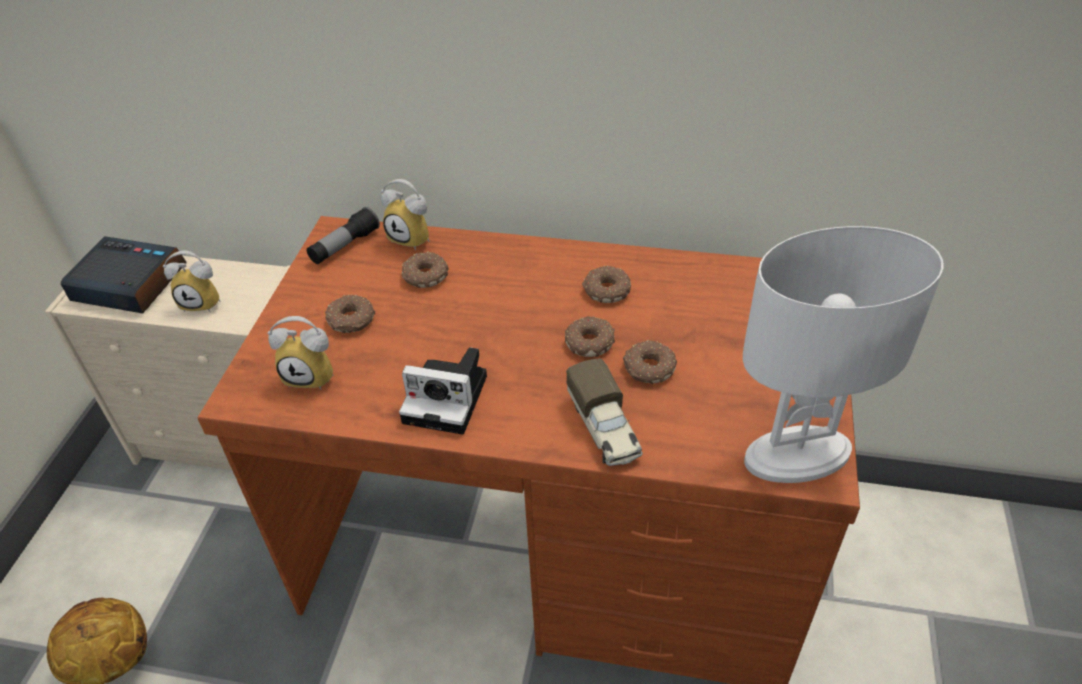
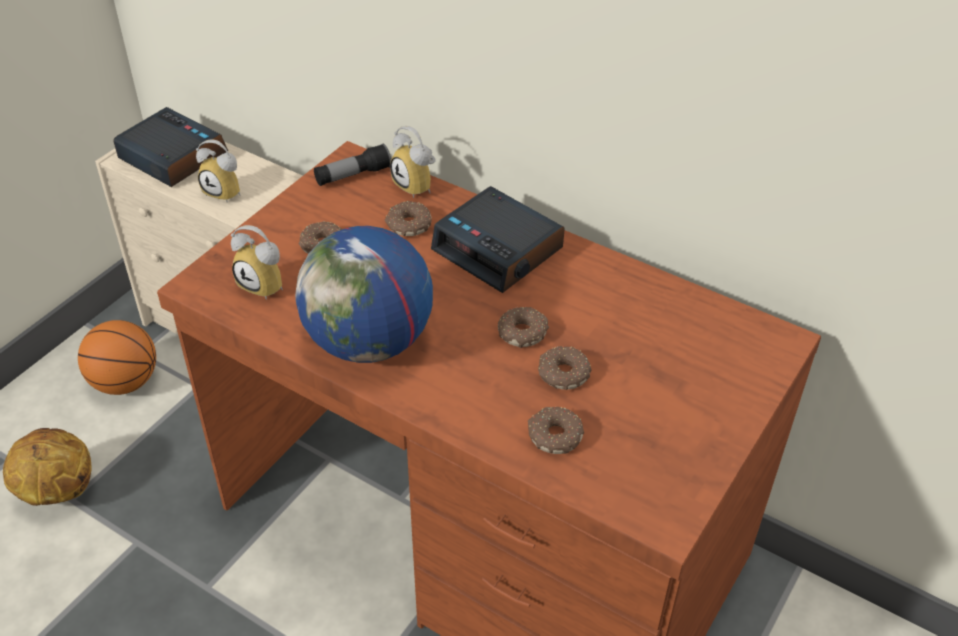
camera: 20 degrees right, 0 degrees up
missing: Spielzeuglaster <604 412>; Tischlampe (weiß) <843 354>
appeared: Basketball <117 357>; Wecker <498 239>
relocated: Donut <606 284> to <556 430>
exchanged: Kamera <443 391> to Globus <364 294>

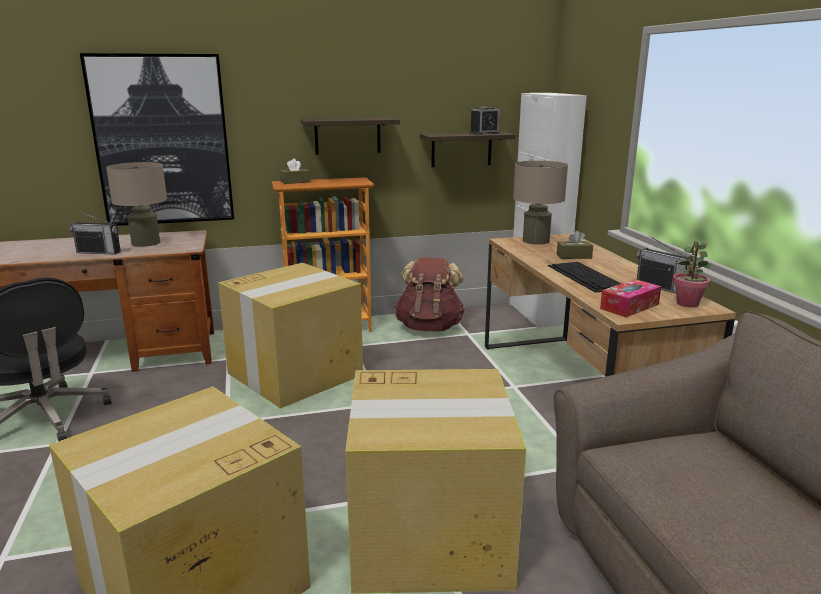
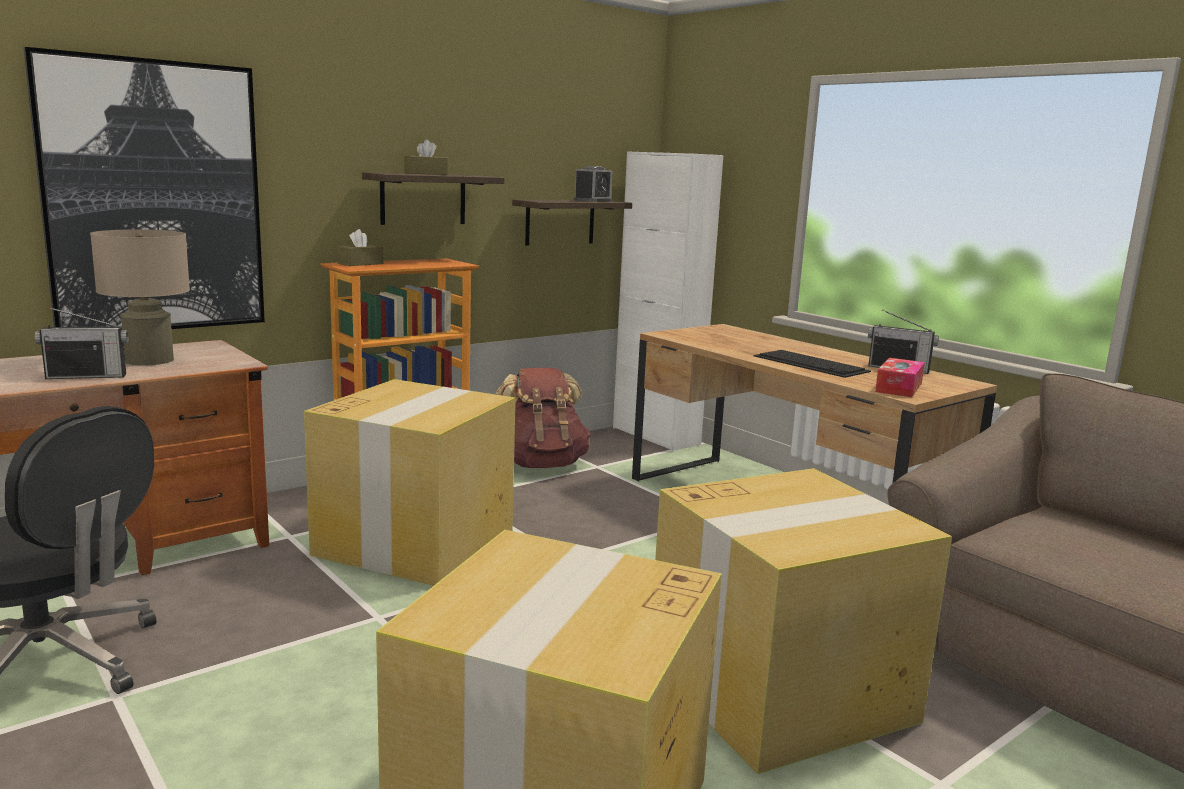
camera: 25 degrees left, 5 degrees down
missing: Tischlampe (beige) <540 203>; Topfpflanze <692 274>
relocated: Taschentuchbox (braun) <575 244> to <426 157>

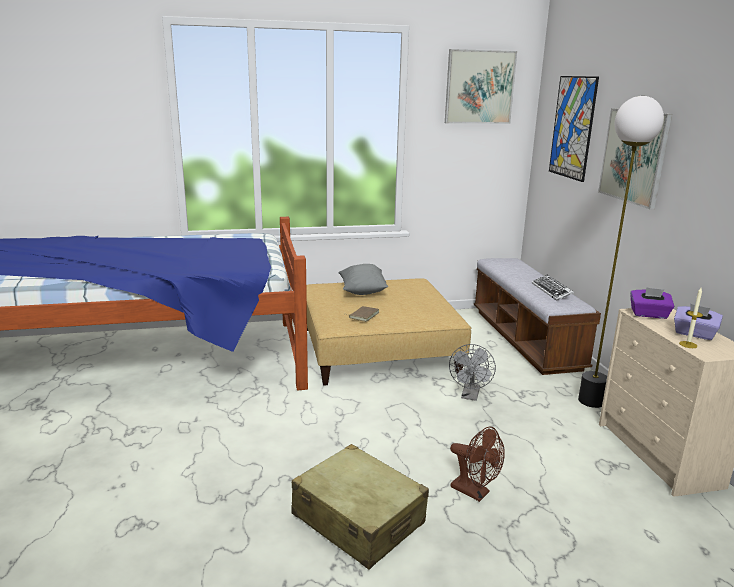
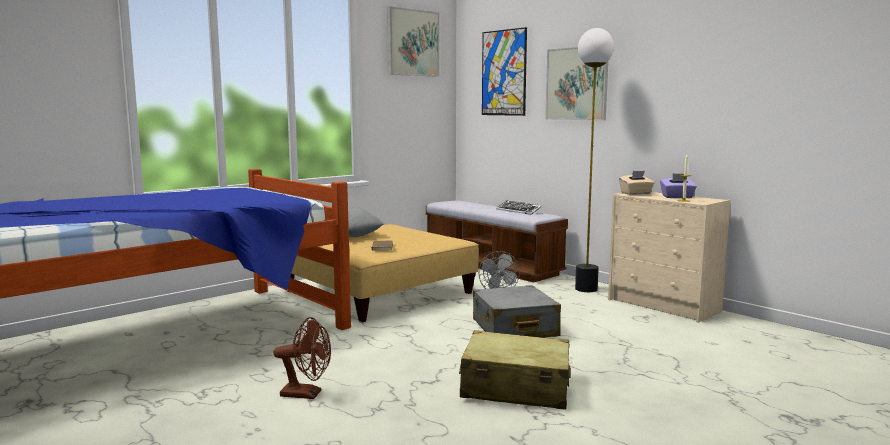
camera: 30 degrees left, 10 degrees down
appeared: Koffer (grau) <517 311>
relocated: Ventilator (braun) <477 464> to <302 358>
colour: Taschentuchbox (lila) <652 303> to Taschentuchbox (beige) <636 183>

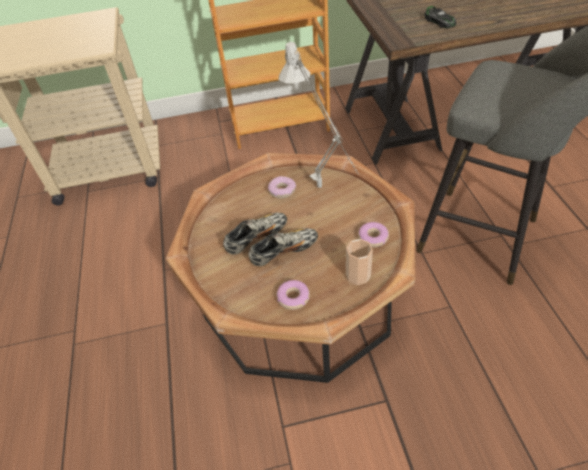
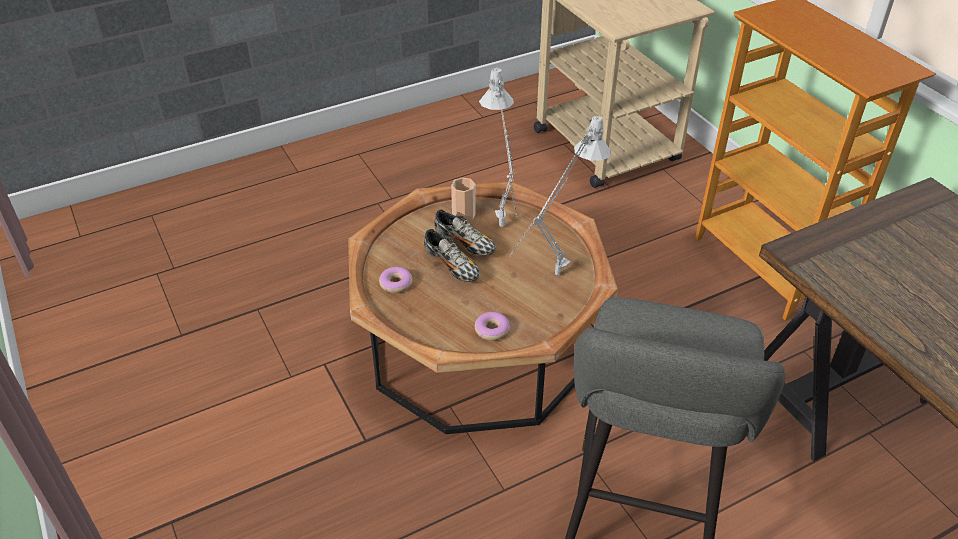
camera: 70 degrees right, 5 degrees down
missing: Donut <282 187>; Spielzeugauto <440 17>
appeared: Tischlampe (grau) <498 147>
relocated: Tasse <359 262> to <463 199>

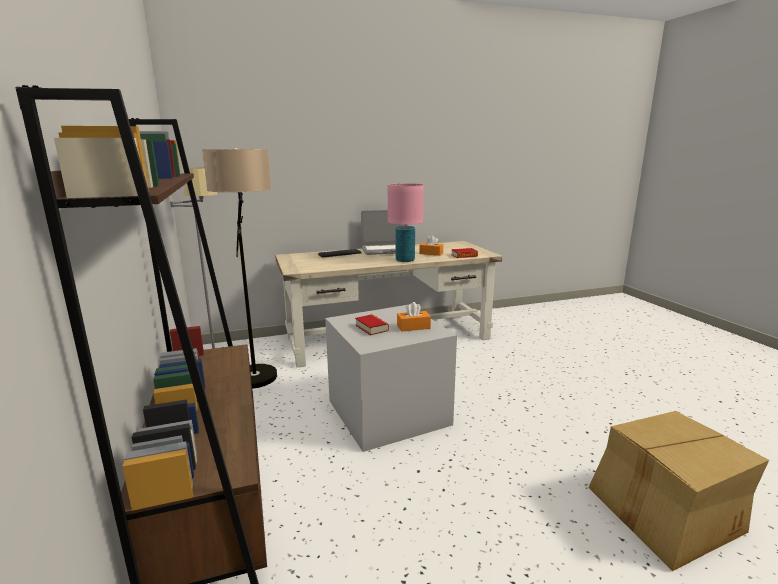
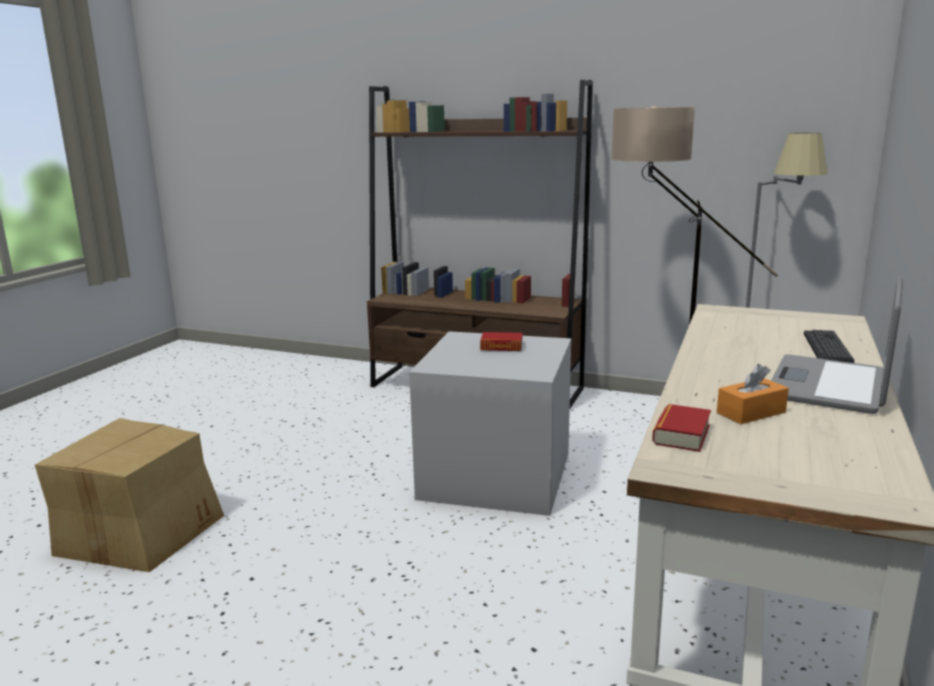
camera: 130 degrees right, 0 degrees up
missing: Tischlampe (rosa) <406 222>; Taschentuchbox (orange) <414 317>

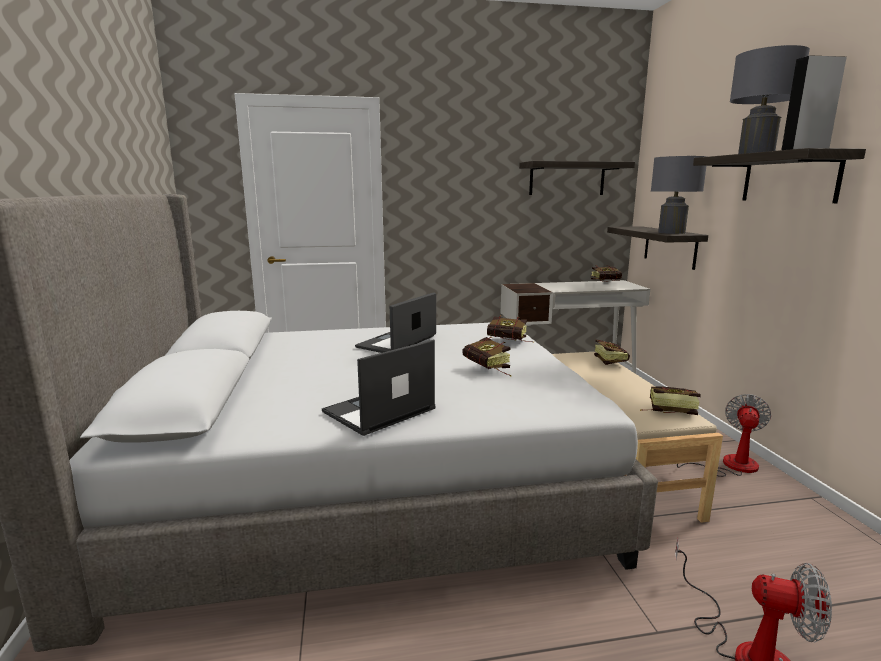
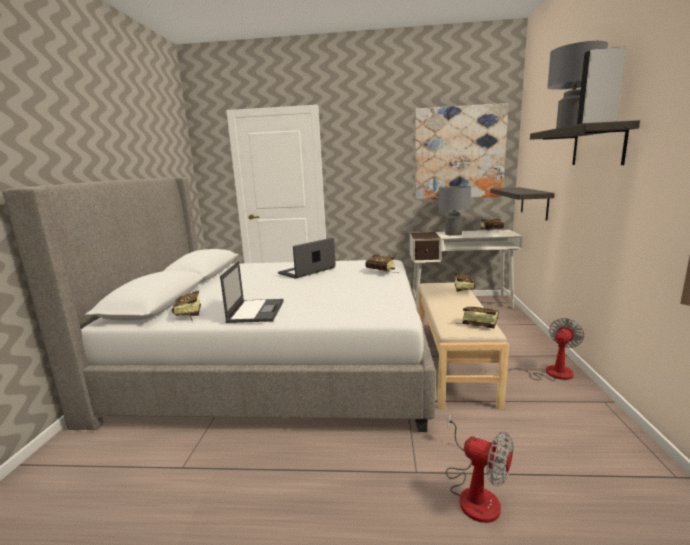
camera: 15 degrees right, 0 degrees up
relocated: Buch <487 356> to <186 306>; Tischlampe (grau) <679 195> to <454 211>
exchanged: Wandregal <577 178> to Bild <461 151>
spun: Laptop <379 387> = <252 292> 120 degrees clockwise

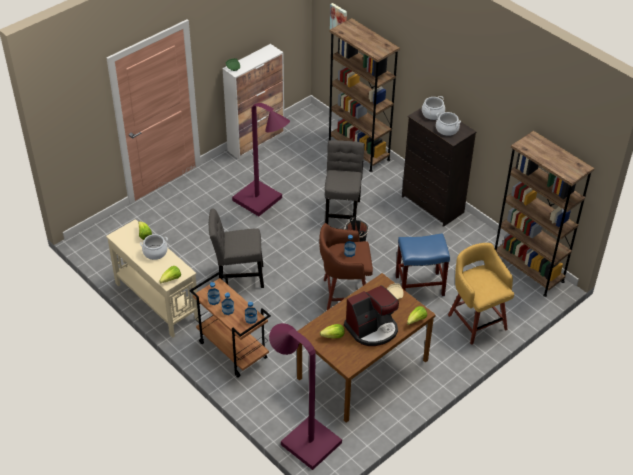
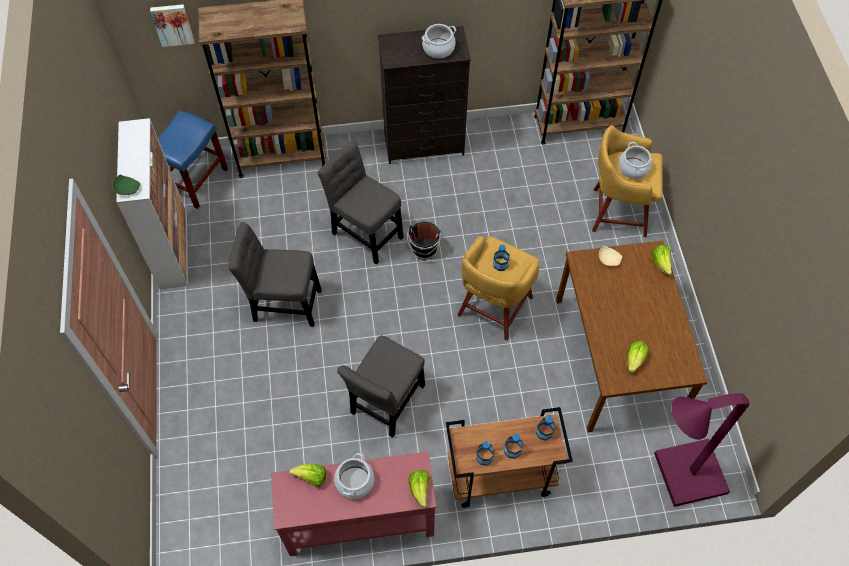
camera: 55 degrees left, 15 degrees up
missing: Kaffeemaschine <371 315>
relocated: Hocker (blau) <422 264> to <193 159>; Kochtopf <433 108> to <635 160>
exchanged: Stehlampe (lila) <261 159> to Stuhl (grau) <275 274>
colour: Konsolentisch (beige) <152 278> to Konsolentisch (rot) <353 504>; Hocker (braun) <346 266> to Hocker (gelb) <498 288>

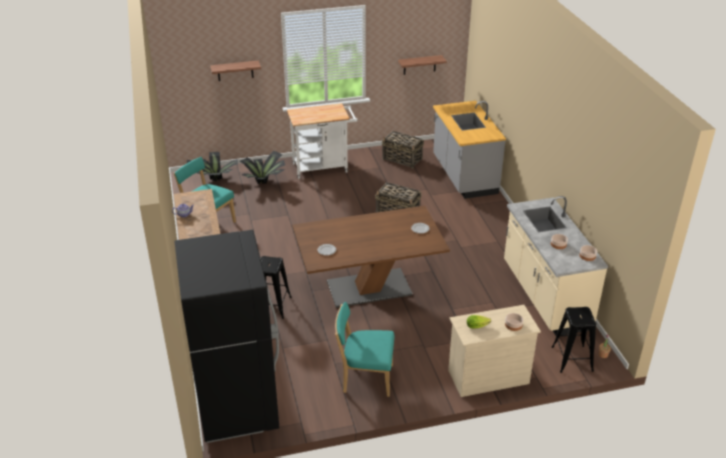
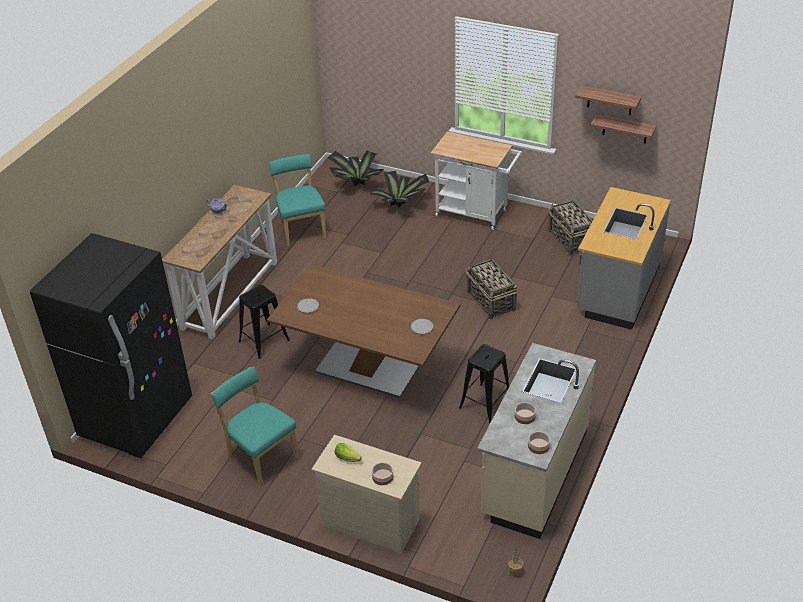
camera: 40 degrees right, 5 degrees up
relocated: Wandregal <235 70> to <608 100>; Hocker (schwarz) <574 340> to <484 383>

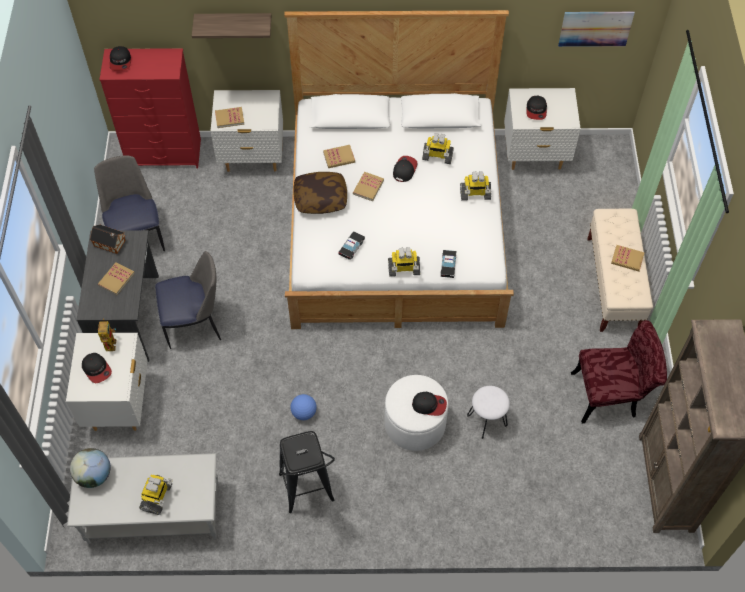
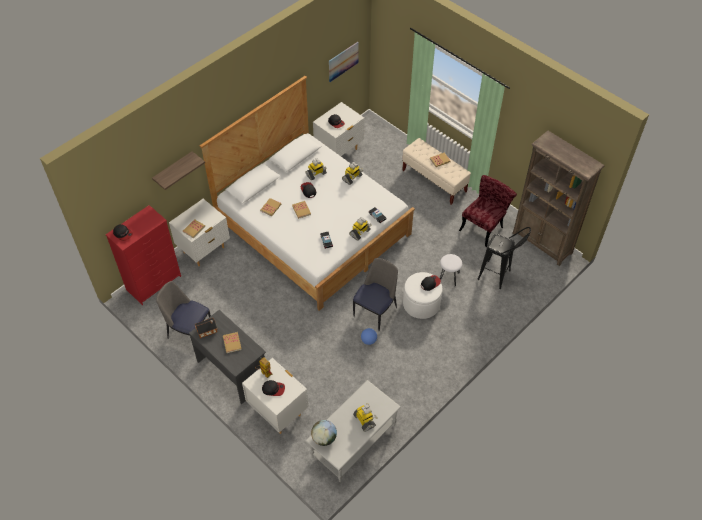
camera: 45 degrees left, 5 degrees down
missing: Kissen <320 193>
relocated: Stuhl <188 300> to <375 294>; Hocker (schwarz) <307 472> to <504 258>

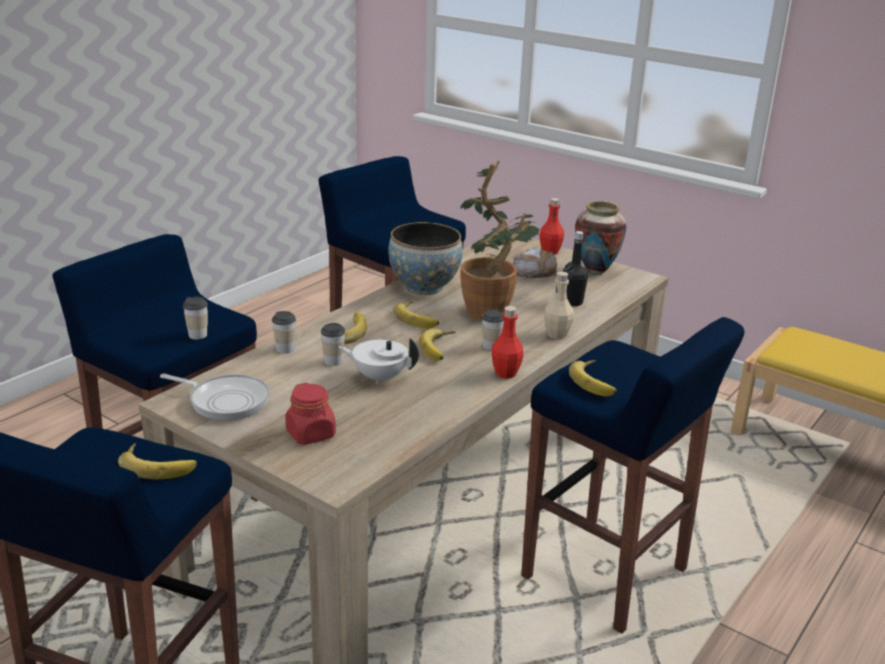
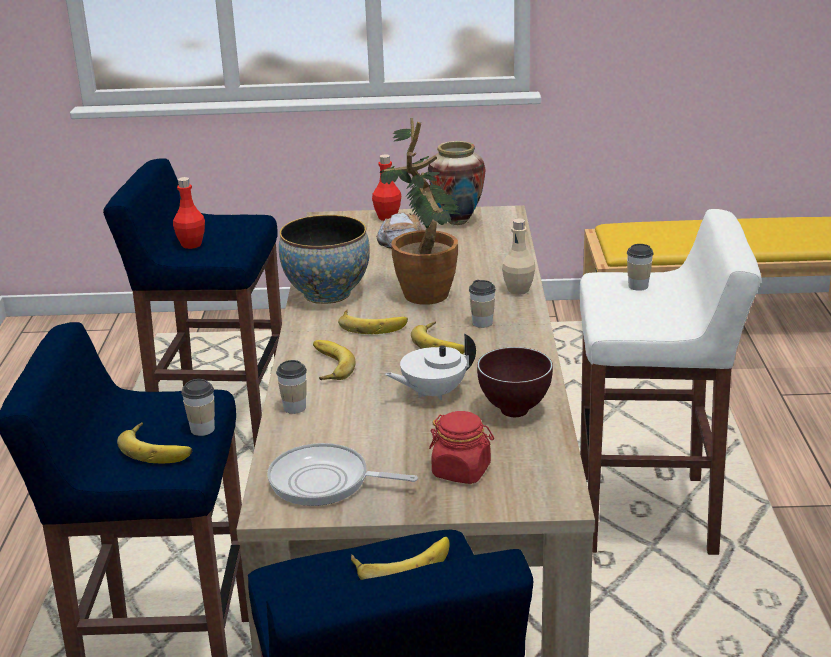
camera: 35 degrees left, 0 degrees up
missing: Flasche (schwarz) <575 268>
appeared: Schüssel (braun) <515 382>
relocated: Tasse <333 344> to <640 267>; Flasche (rot) <507 342> to <189 213>; Banane <593 378> to <154 443>
colour: Hocker (blau) <632 475> to Hocker (weiß) <670 382>
spun: Pfanne <215 397> = <342 474> 150 degrees counterclockwise

